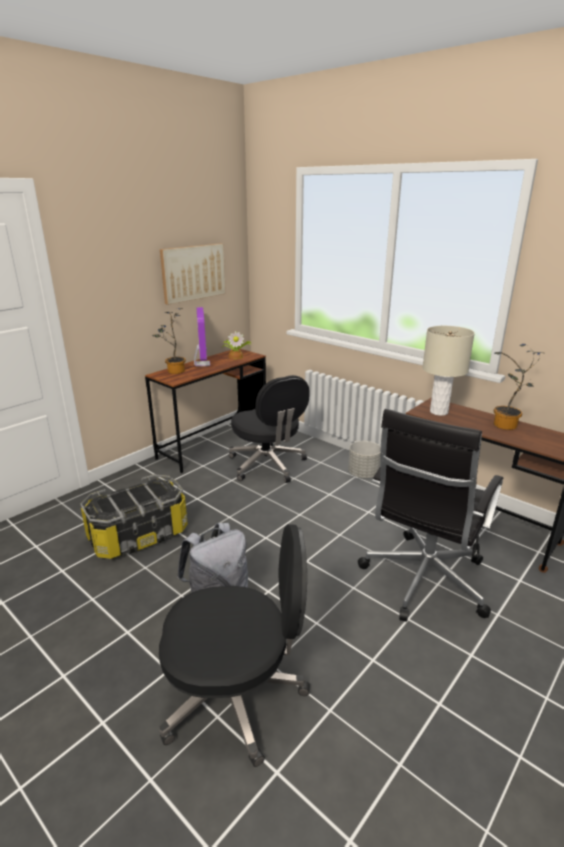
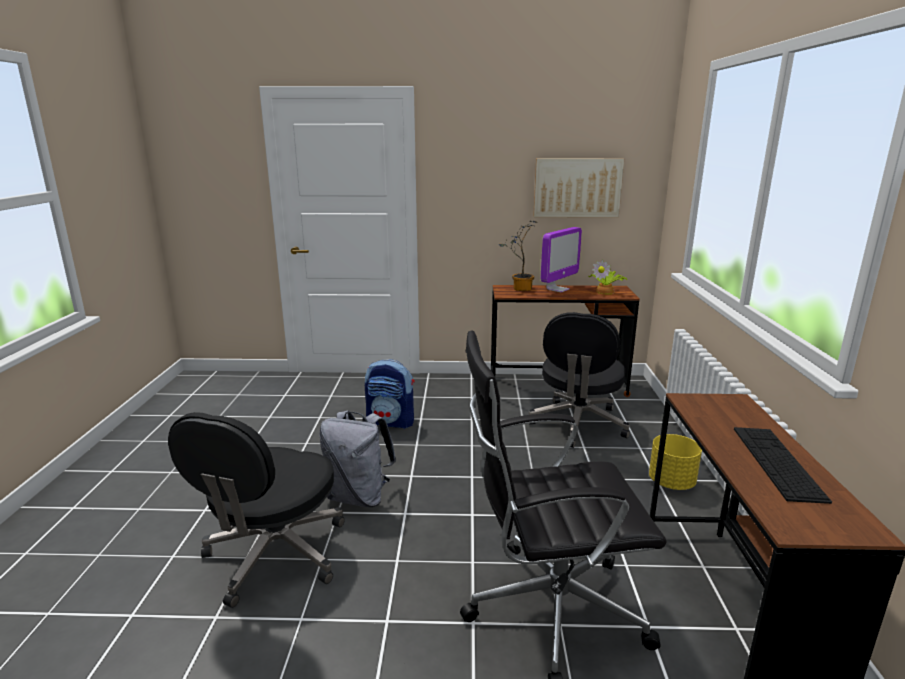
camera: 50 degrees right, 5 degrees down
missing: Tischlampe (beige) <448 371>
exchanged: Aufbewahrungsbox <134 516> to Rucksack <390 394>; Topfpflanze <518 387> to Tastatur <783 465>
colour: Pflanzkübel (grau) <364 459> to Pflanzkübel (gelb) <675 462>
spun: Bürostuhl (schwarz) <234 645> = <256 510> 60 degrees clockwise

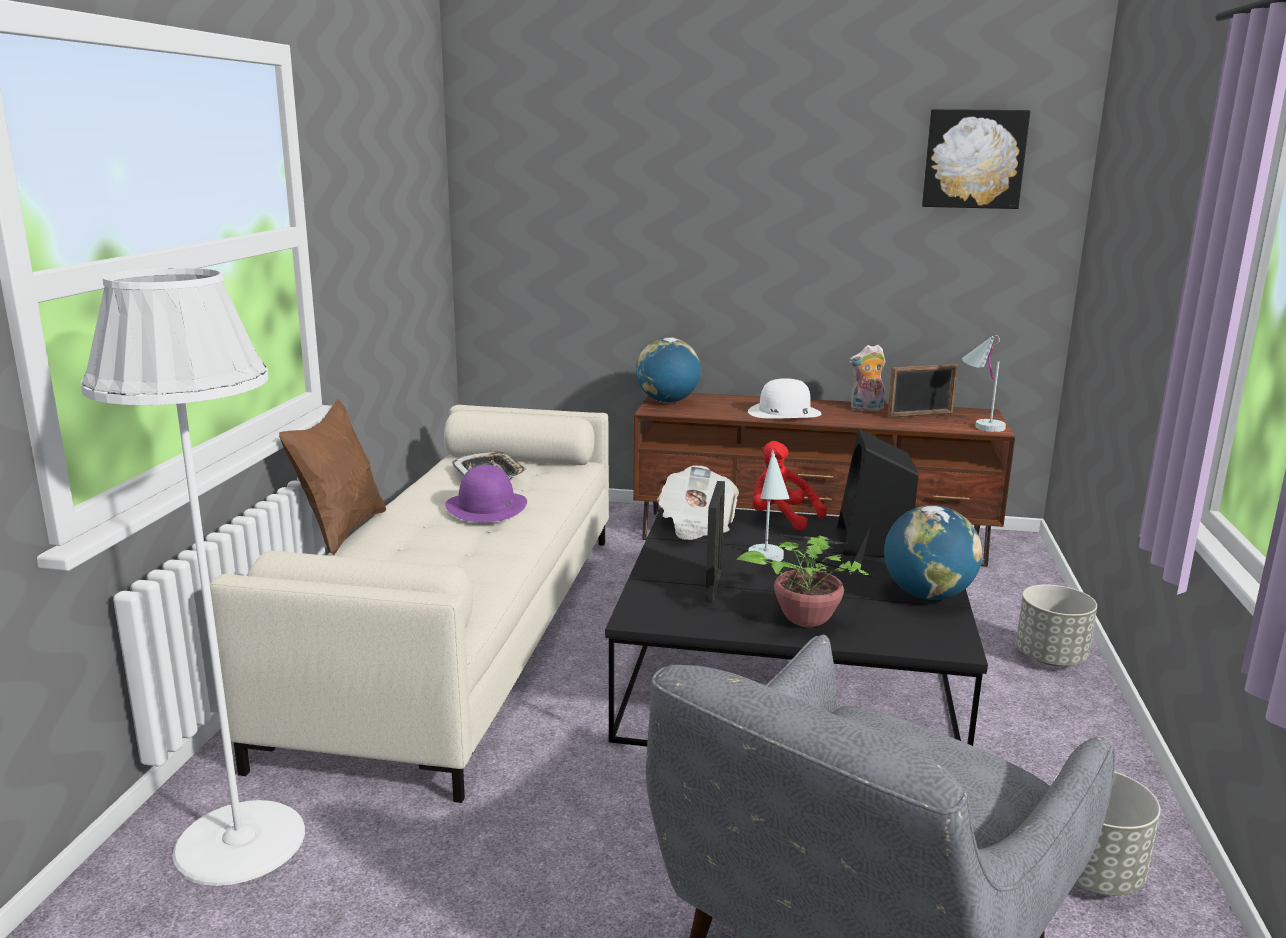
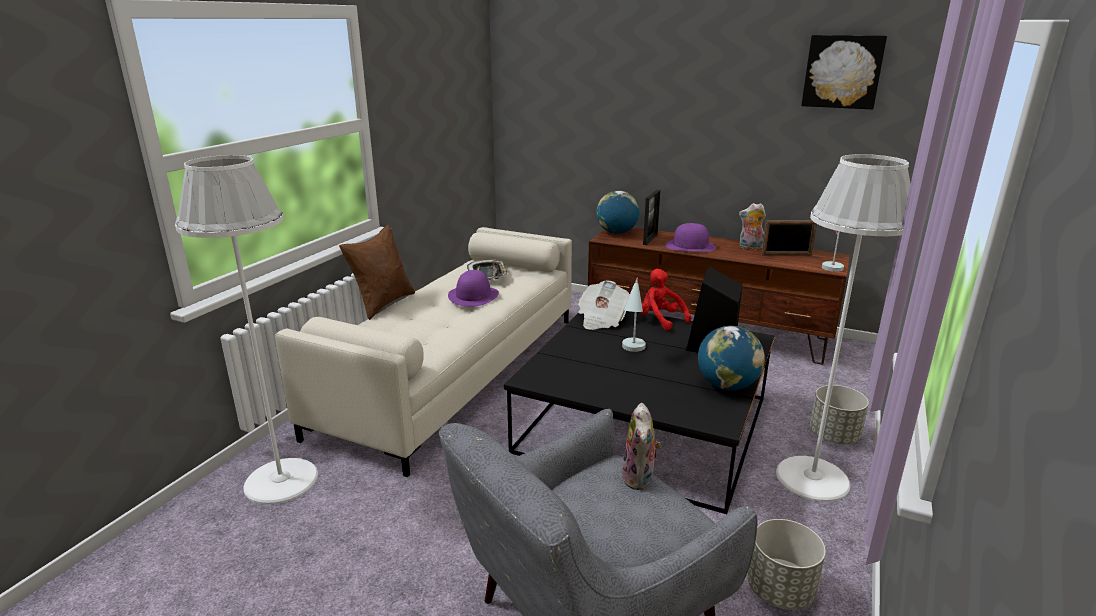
camera: 15 degrees right, 5 degrees up
missing: Topfpflanze <807 576>
appeared: Plüschtier <641 446>; Stehlampe (weiß) <843 328>
relocated: Bilderrahmen <715 542> to <651 217>
colour: Hut (weiß) <784 398> to Hut (lila) <691 237>

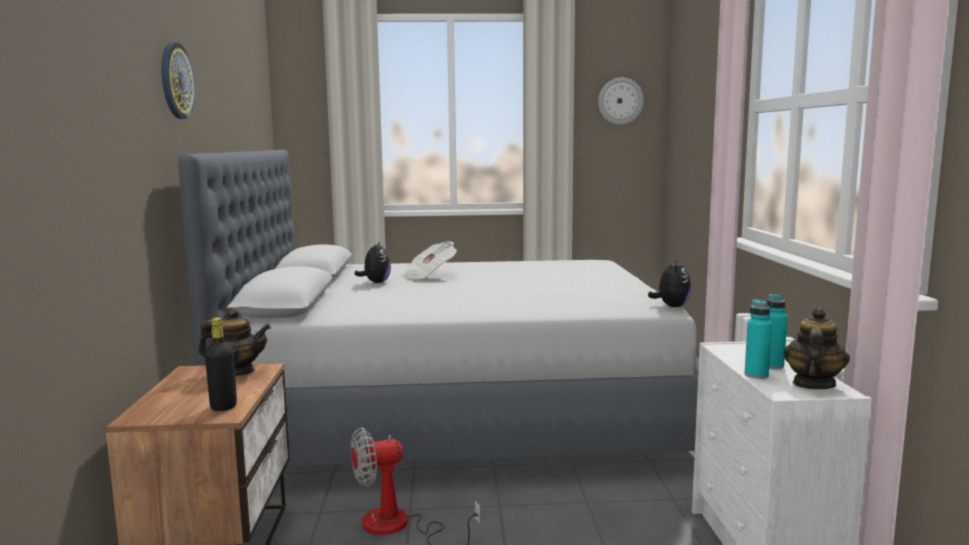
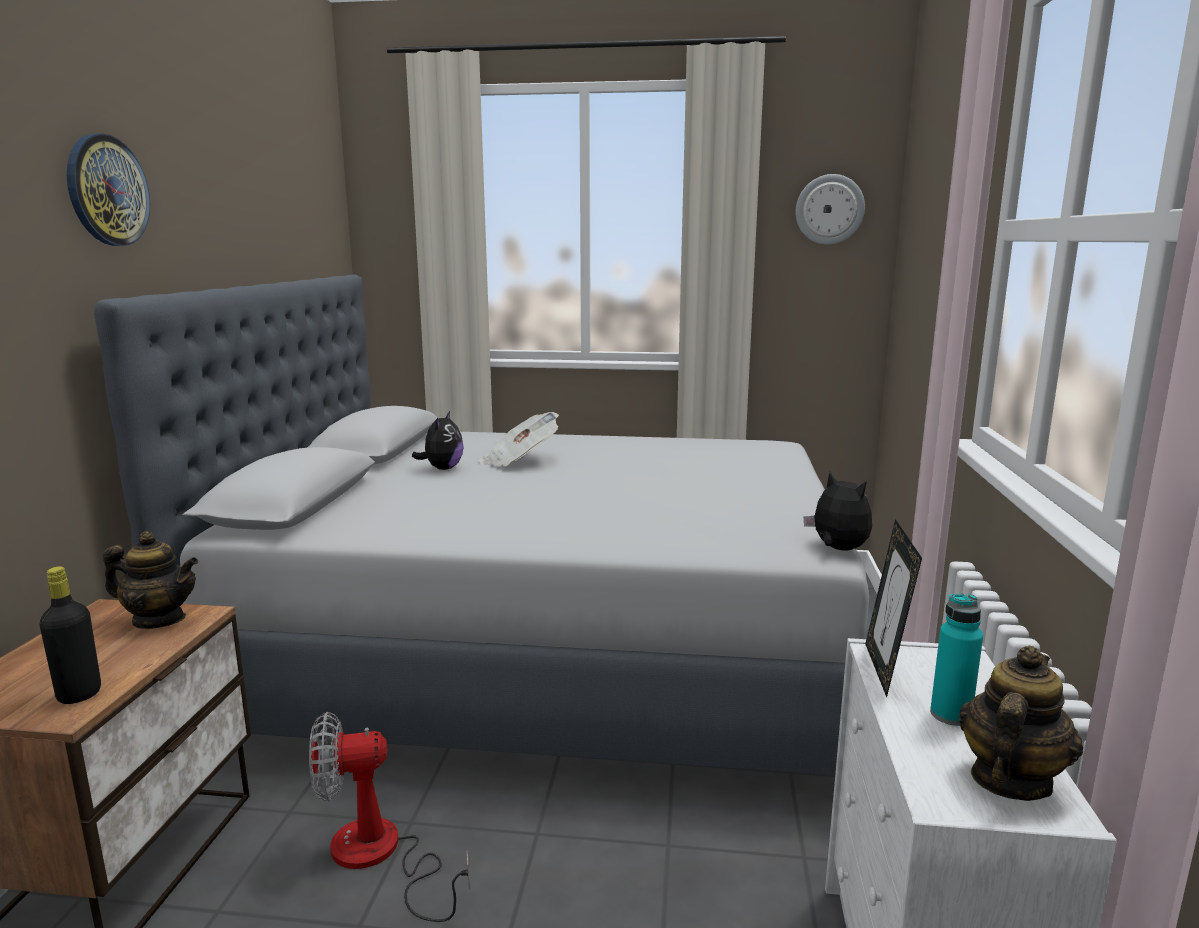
camera: 10 degrees right, 5 degrees up
missing: Flasche (türkis) <758 339>
appeared: Bilderrahmen <893 608>
spun: Plüschtier <670 282> = <838 511> 60 degrees counterclockwise

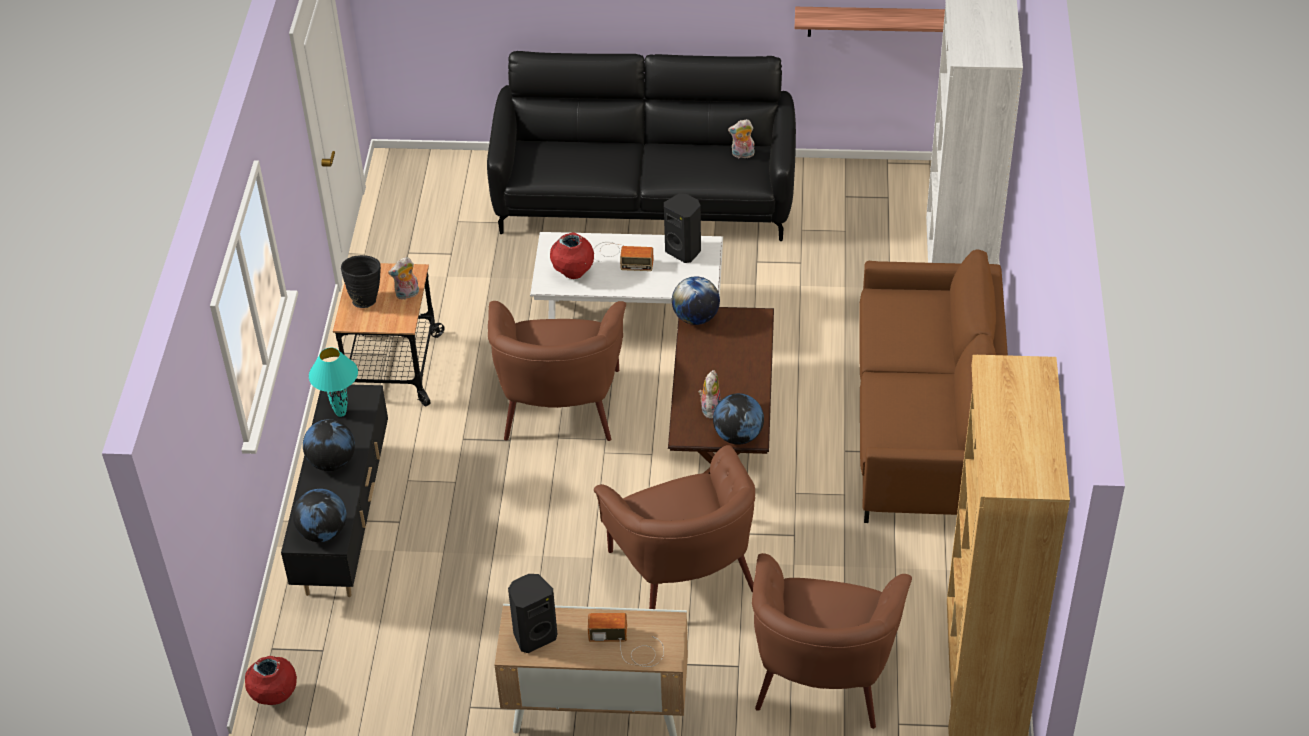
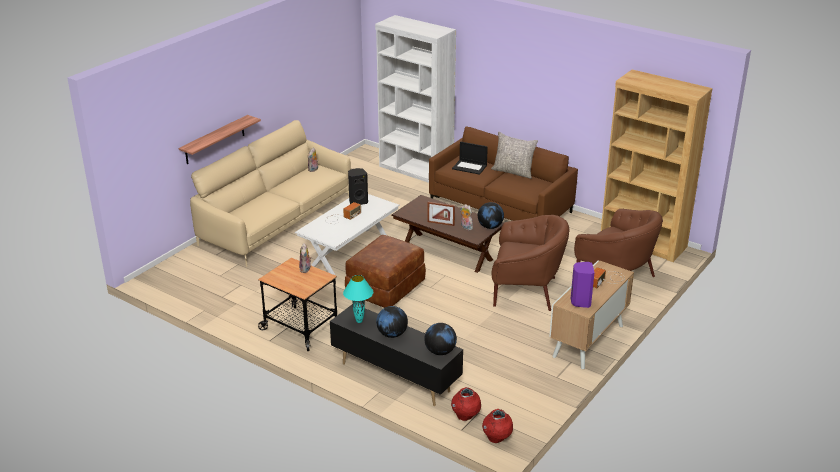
camera: 60 degrees left, 15 degrees down
missing: Vase (schwarz) <361 281>; Globus <696 300>
appeared: Bilderrahmen <441 214>; Laptop <470 158>; Kissen (grau) <514 155>
relocated: Vase (rot) <572 256> to <466 404>; Wandregal <870 22> to <220 139>
exchanged: Sessel (braun) <557 371> to Polsterhocker (braun) <385 271>
colour: Sofa (schwarz) <641 146> to Sofa (beige) <270 193>; Lautsprecher (schwarz) <532 613> to Lautsprecher (lila) <582 285>

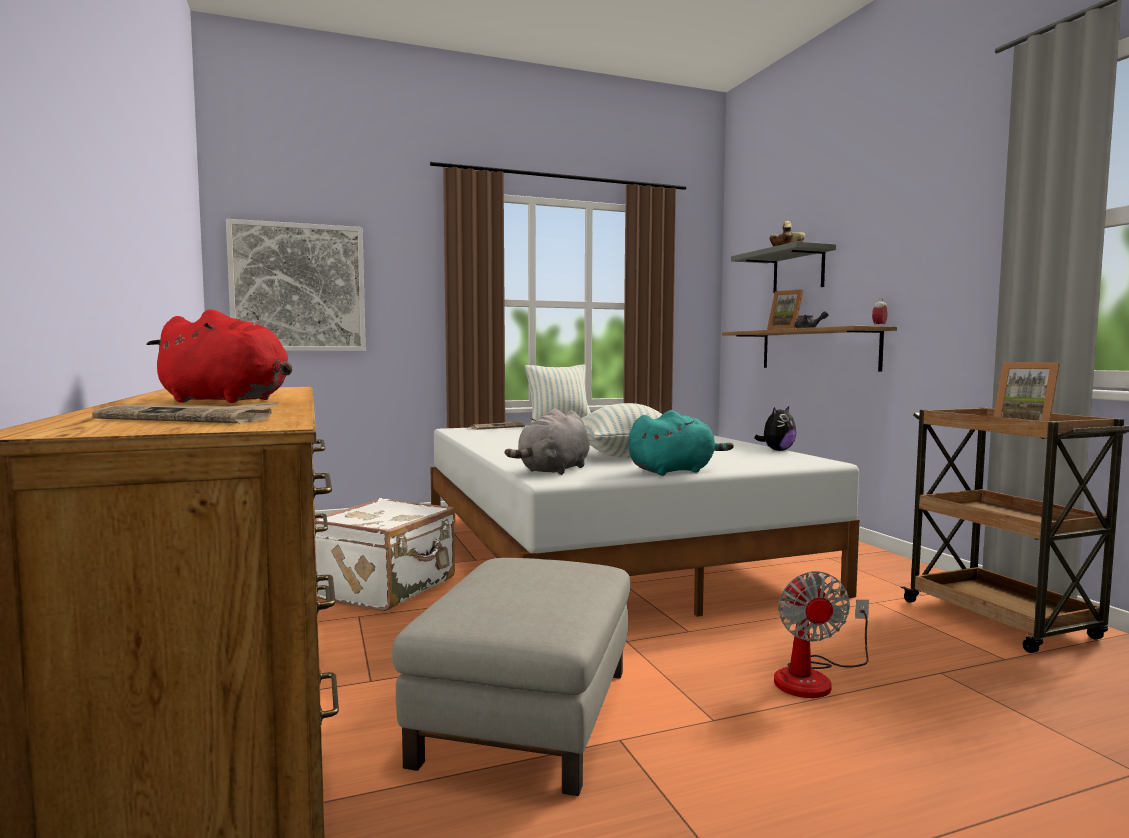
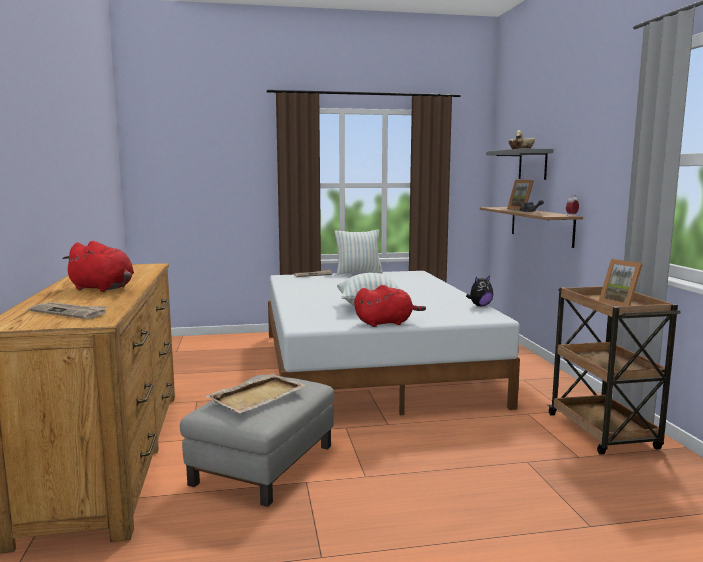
camera: 10 degrees right, 5 degrees up
missing: Bild <296 285>; Koffer (weiß) <385 554>; Plüschtier (grau) <547 441>; Ventilator <821 634>
appeared: Tablett (beige) <255 393>
colour: Plüschtier (türkis) <681 443> to Plüschtier (rot) <390 306>

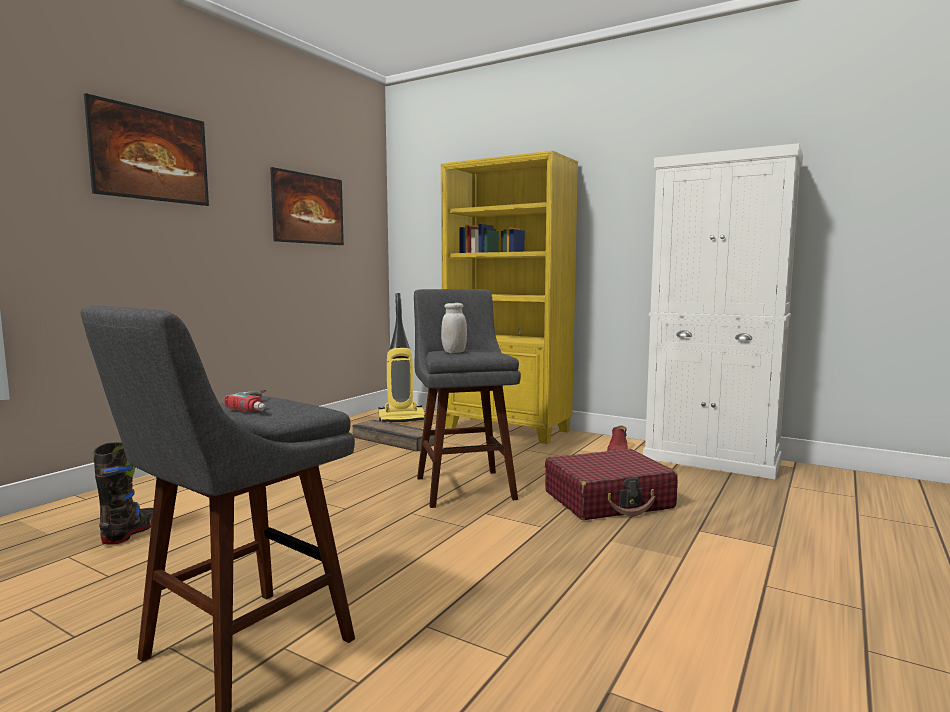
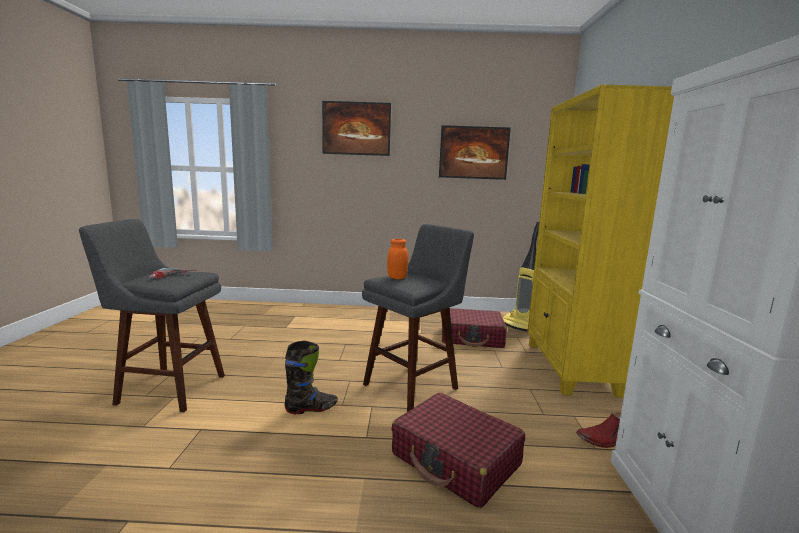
camera: 60 degrees right, 5 degrees up
relocated: Stiefel (schwarz) <123 493> to <311 377>
exchanged: Kiste <393 436> to Koffer (rot) <474 328>
colour: Vorratsglas (weiß) <454 328> to Vorratsglas (orange) <397 259>

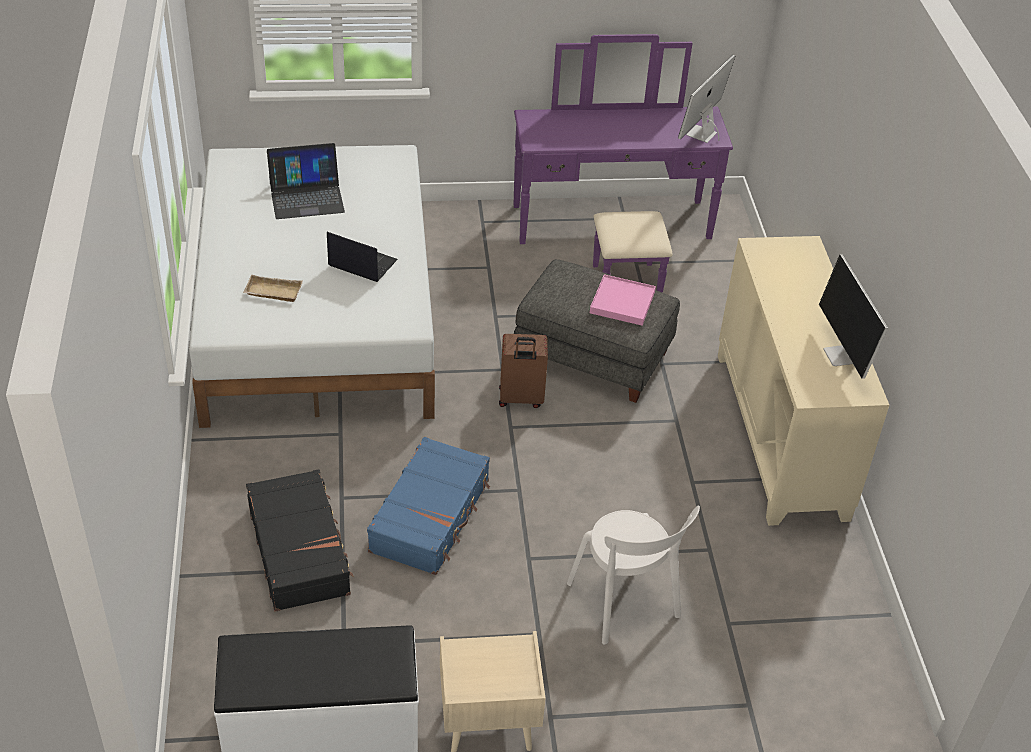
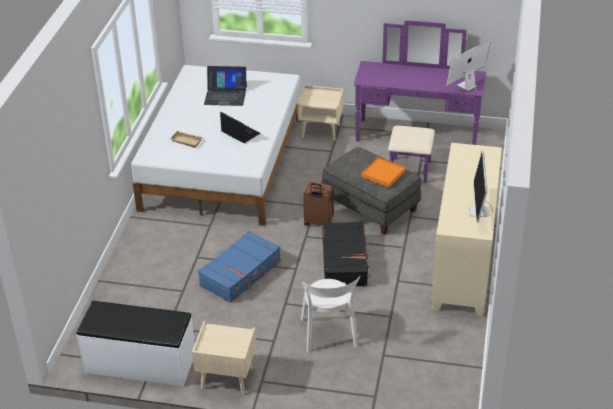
camera: 20 degrees right, 5 degrees down
appeared: Nachttisch (beige) <320 113>
relocated: Koffer (schwarz) <300 540> to <346 254>
colour: Tablett (rosa) <623 299> to Tablett (orange) <383 172>

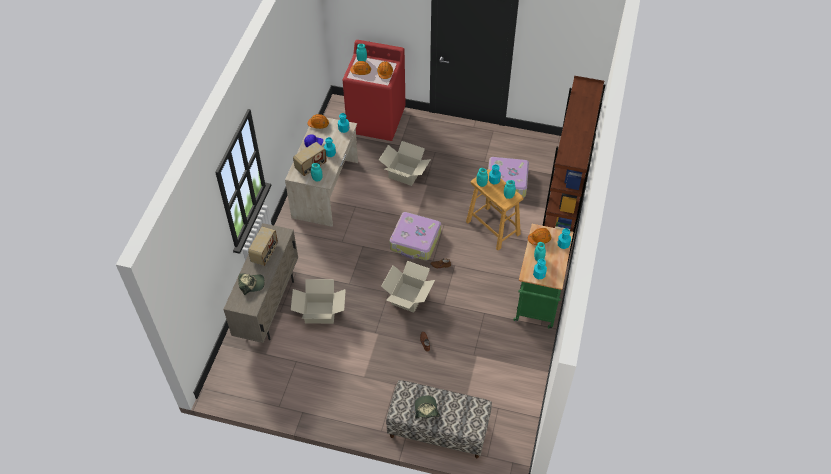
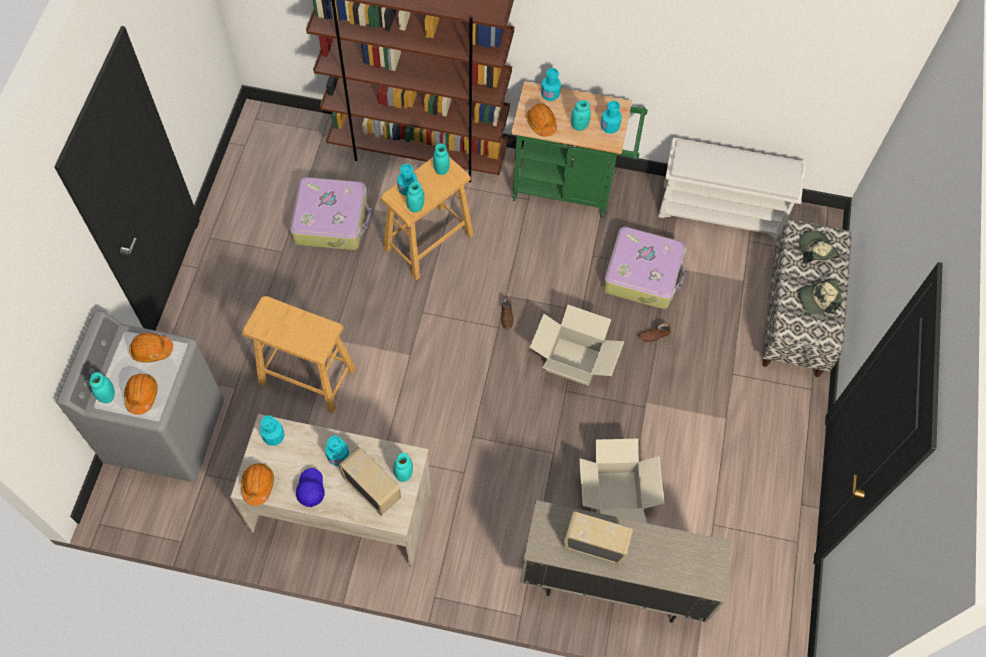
camera: 95 degrees left, 10 degrees up
appeared: Schuhregal (weiß) <732 188>
relocated: Kappe <251 284> to <819 247>; Koffer <415 236> to <645 268>
exchanged: Karton <405 163> to Hocker (beige) <299 354>
colour: Waschmaschine (rot) <374 90> to Waschmaschine (grau) <140 396>

